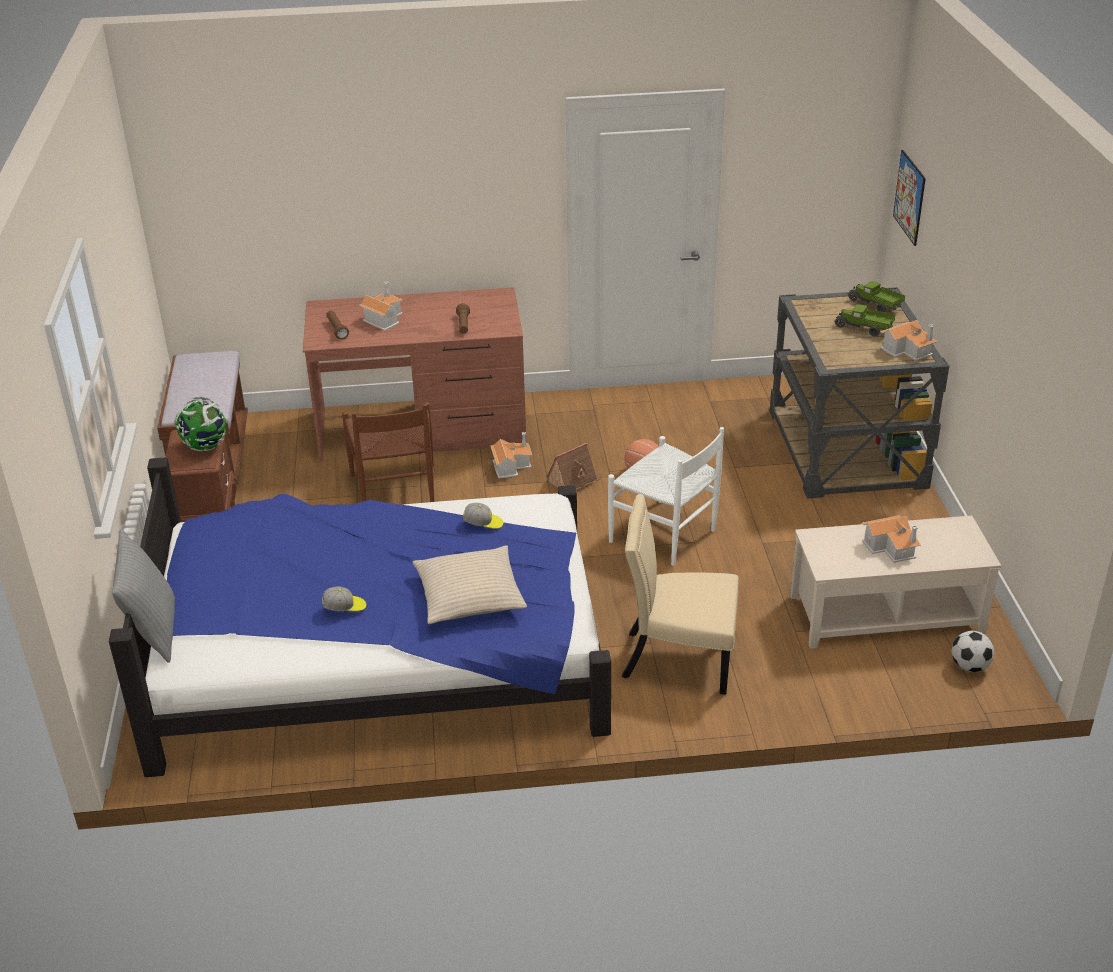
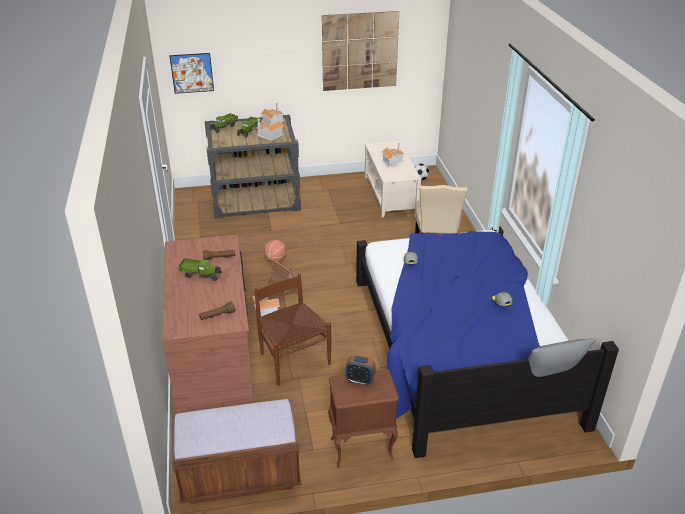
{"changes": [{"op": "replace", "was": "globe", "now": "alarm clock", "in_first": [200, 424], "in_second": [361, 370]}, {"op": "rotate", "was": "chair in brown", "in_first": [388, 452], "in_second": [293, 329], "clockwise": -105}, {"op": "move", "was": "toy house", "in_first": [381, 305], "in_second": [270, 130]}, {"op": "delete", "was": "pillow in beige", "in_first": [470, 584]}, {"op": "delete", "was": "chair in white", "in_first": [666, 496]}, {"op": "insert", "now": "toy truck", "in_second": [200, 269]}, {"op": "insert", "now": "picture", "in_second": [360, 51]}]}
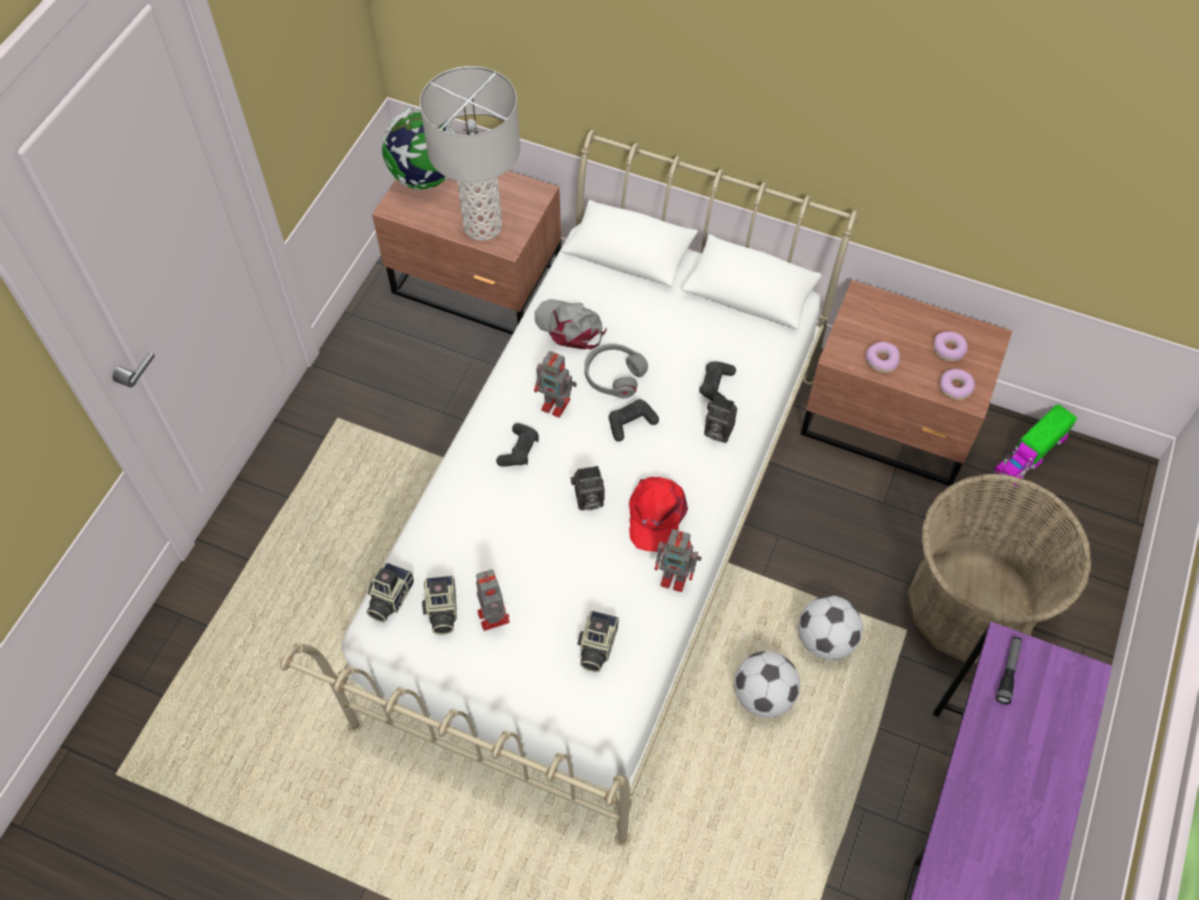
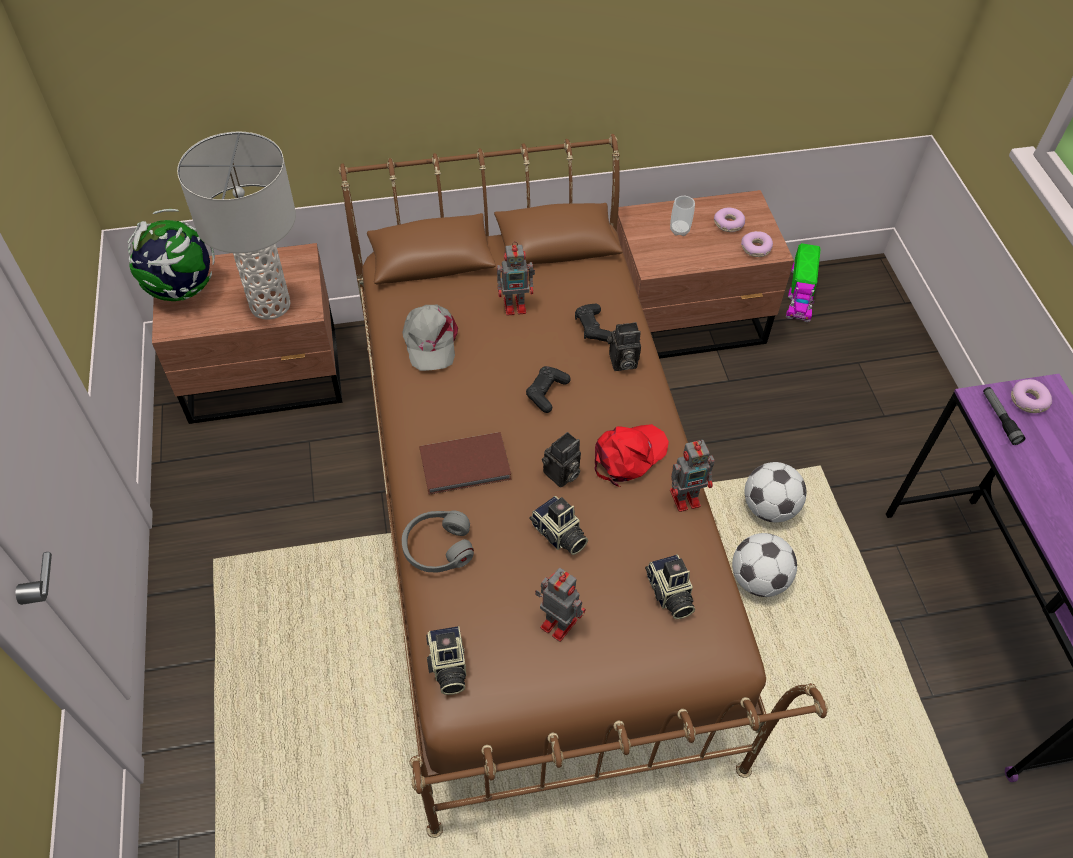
{"changes": [{"op": "recolor", "was": "bed in white", "now": "bed in brown", "in_first": [569, 488], "in_second": [583, 486]}, {"op": "move", "was": "photo camera", "in_first": [439, 605], "in_second": [558, 525]}, {"op": "replace", "was": "game controller in black", "now": "book in brown", "in_first": [517, 445], "in_second": [465, 463]}, {"op": "move", "was": "toy robot", "in_first": [555, 384], "in_second": [516, 278]}, {"op": "rotate", "was": "cap in grey", "in_first": [571, 324], "in_second": [430, 338], "clockwise": -105}, {"op": "move", "was": "headphones in grey", "in_first": [616, 371], "in_second": [438, 541]}, {"op": "rotate", "was": "cap in red", "in_first": [658, 514], "in_second": [631, 455], "clockwise": -105}, {"op": "move", "was": "donut", "in_first": [882, 357], "in_second": [1031, 396]}, {"op": "delete", "was": "basket", "in_first": [1000, 568]}, {"op": "insert", "now": "cup", "in_second": [682, 216]}]}
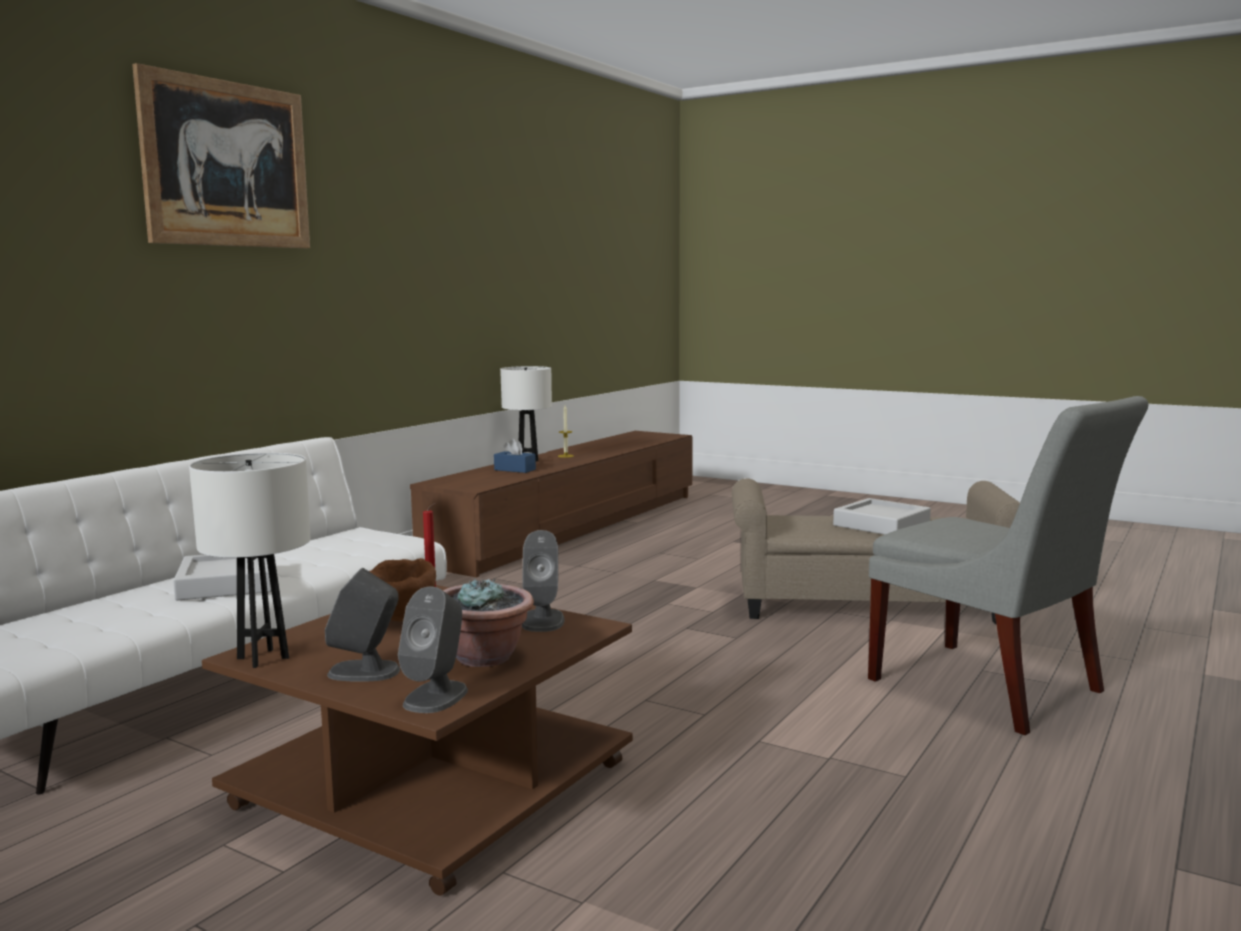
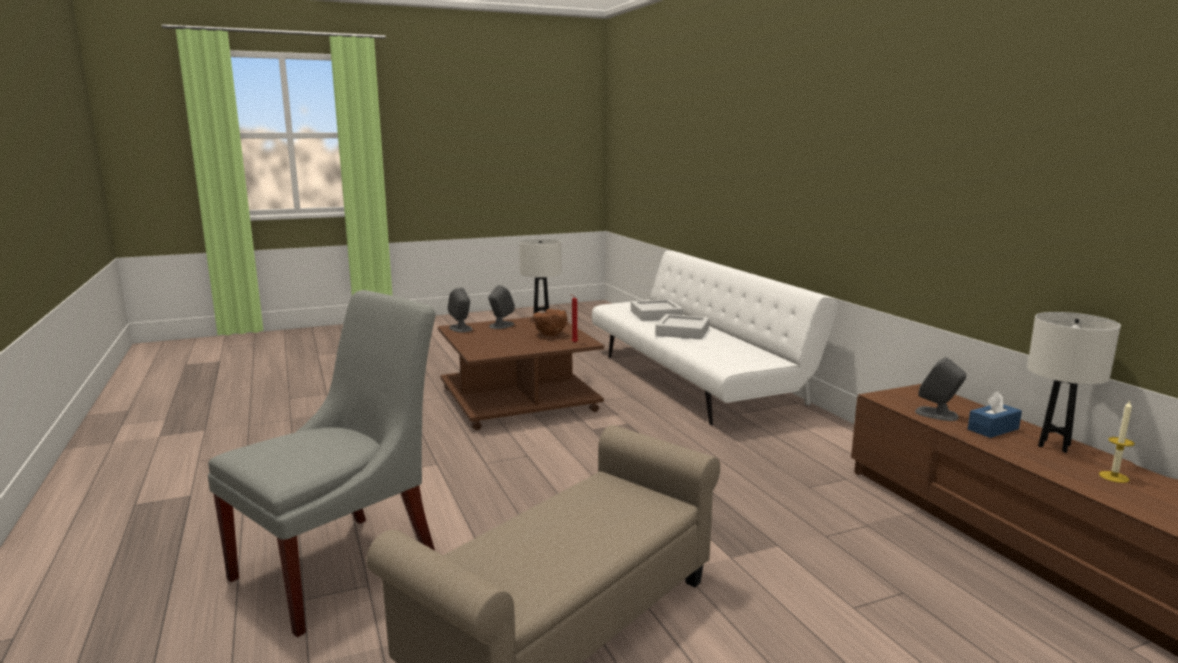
{"changes": [{"op": "delete", "was": "picture", "in_first": [221, 155]}, {"op": "delete", "was": "potted plant", "in_first": [488, 622]}, {"op": "move", "was": "speaker in grey", "in_first": [543, 581], "in_second": [940, 389]}, {"op": "move", "was": "tray in grey", "in_first": [882, 516], "in_second": [657, 310]}, {"op": "rotate", "was": "chair in grey", "in_first": [1008, 565], "in_second": [322, 463], "clockwise": 135}]}
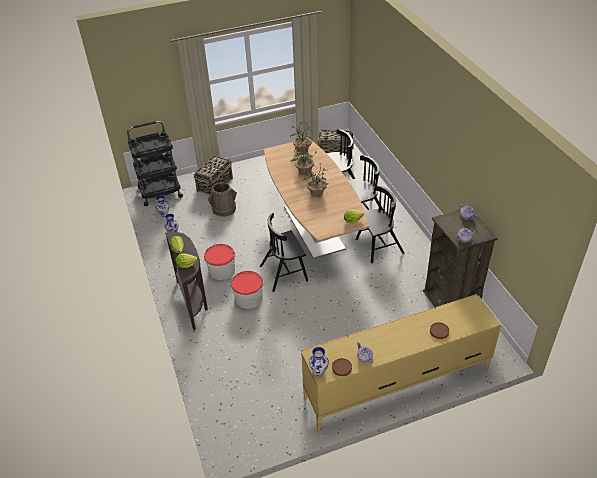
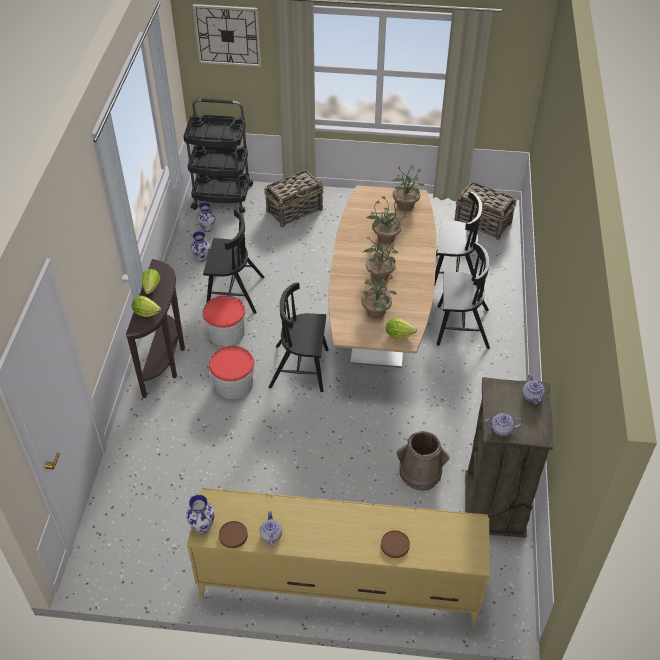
{"changes": [{"op": "move", "was": "bucket in brown", "in_first": [222, 200], "in_second": [423, 461]}, {"op": "move", "was": "chair in black", "in_first": [380, 224], "in_second": [234, 262]}, {"op": "insert", "now": "wall clock", "in_second": [227, 35]}, {"op": "insert", "now": "potted plant", "in_second": [379, 293]}]}
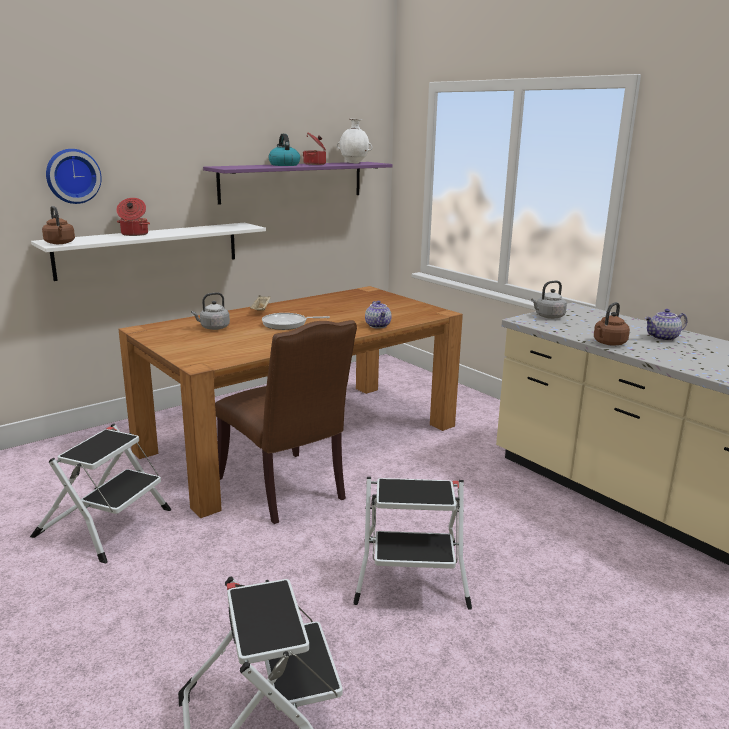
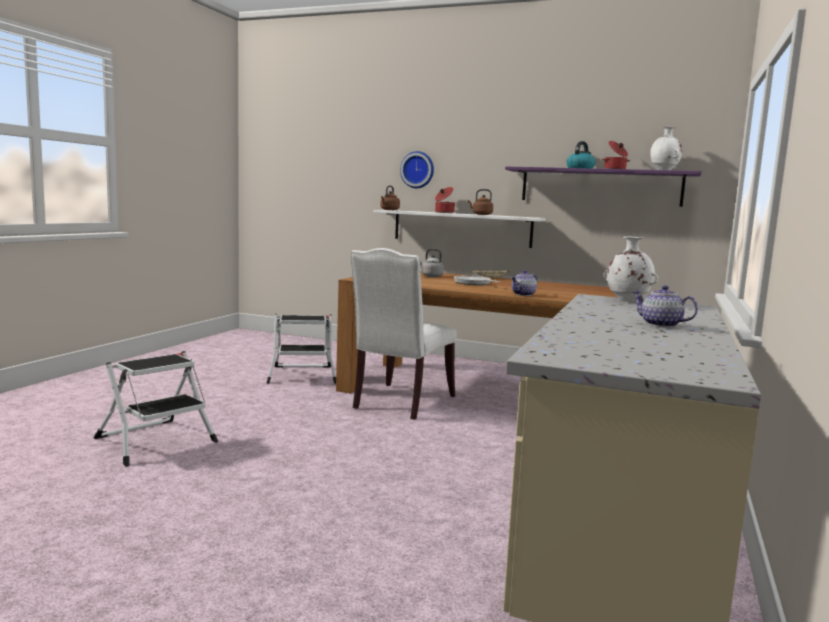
{"changes": [{"op": "recolor", "was": "chair in brown", "now": "chair in white", "in_first": [286, 422], "in_second": [404, 334]}, {"op": "delete", "was": "step ladder", "in_first": [413, 543]}, {"op": "replace", "was": "kettle in grey", "now": "vase in white", "in_first": [549, 300], "in_second": [630, 269]}, {"op": "move", "was": "kettle in brown", "in_first": [612, 324], "in_second": [480, 202]}]}
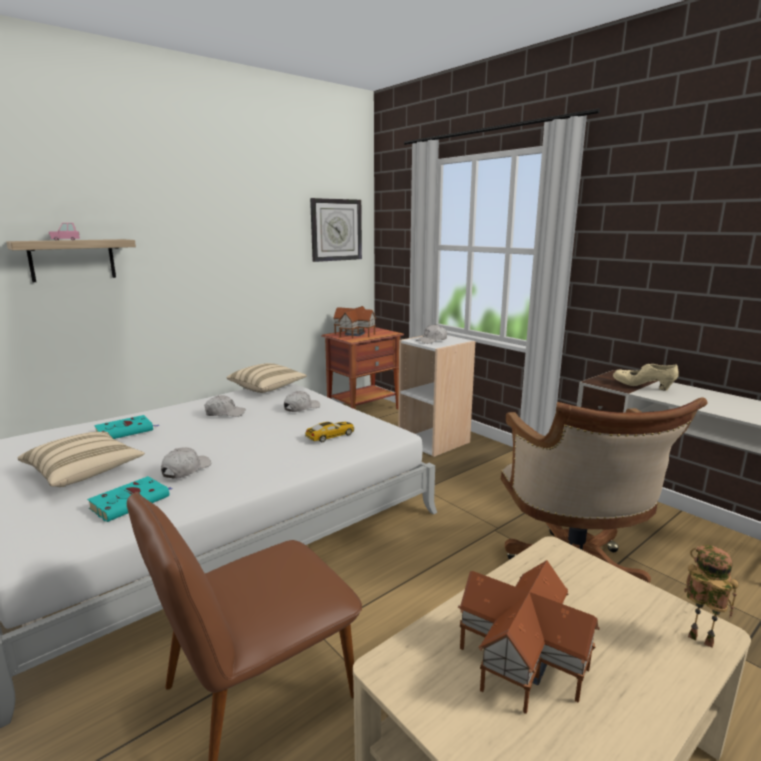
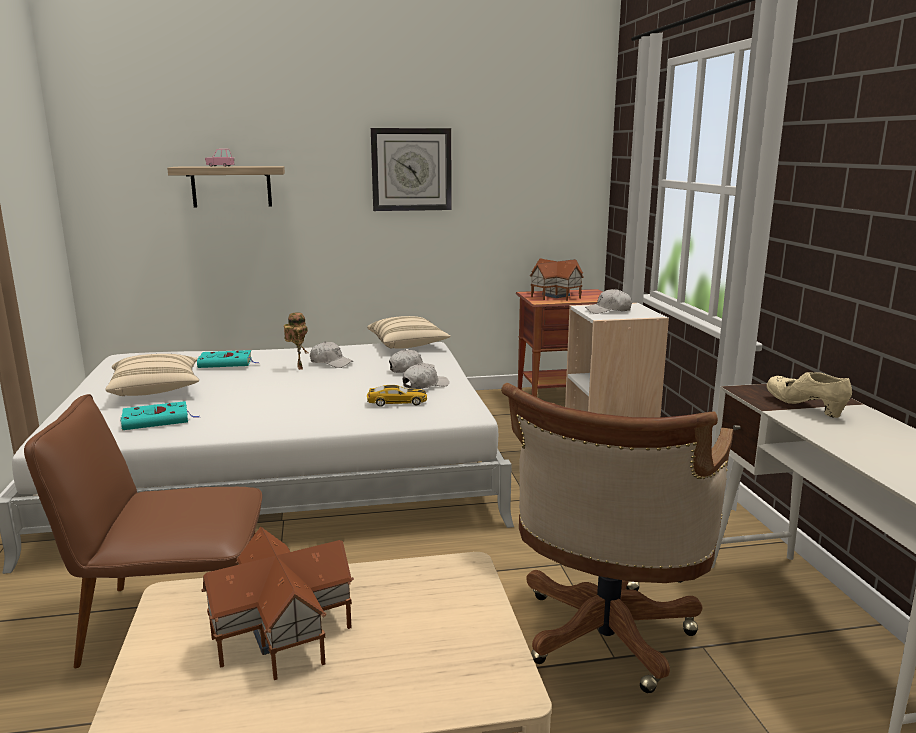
{"changes": [{"op": "move", "was": "cap in white", "in_first": [186, 463], "in_second": [426, 376]}, {"op": "move", "was": "wall clock", "in_first": [336, 230], "in_second": [411, 169]}, {"op": "move", "was": "toy robot", "in_first": [711, 596], "in_second": [296, 341]}]}
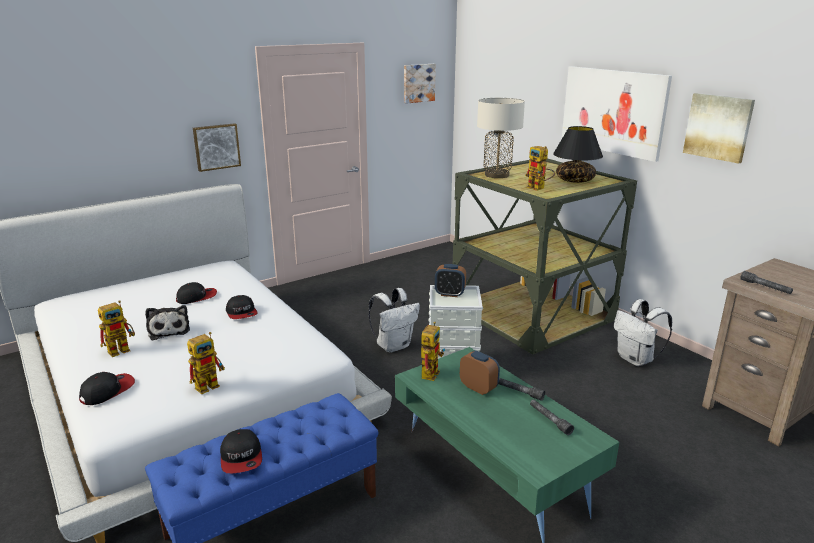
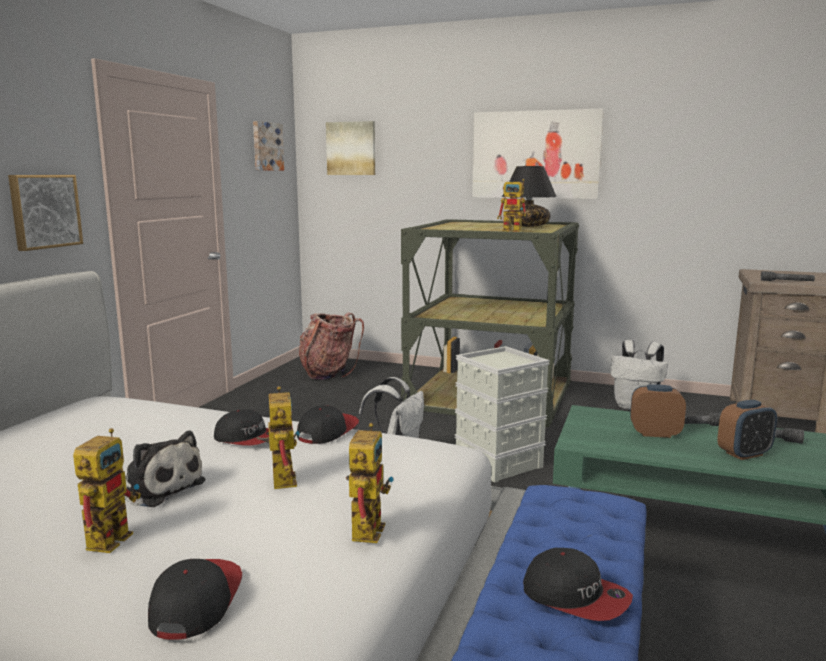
{"changes": [{"op": "move", "was": "cap", "in_first": [196, 293], "in_second": [328, 424]}, {"op": "move", "was": "toy robot", "in_first": [433, 351], "in_second": [278, 437]}, {"op": "move", "was": "alarm clock", "in_first": [450, 280], "in_second": [747, 430]}, {"op": "delete", "was": "table lamp", "in_first": [501, 138]}, {"op": "move", "was": "picture", "in_first": [719, 128], "in_second": [350, 148]}, {"op": "insert", "now": "backpack", "in_second": [331, 346]}]}
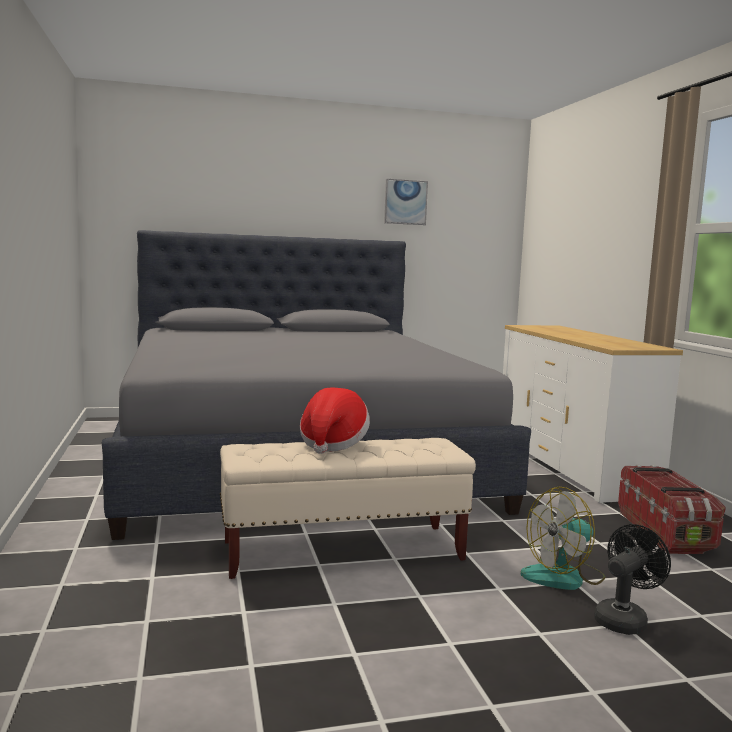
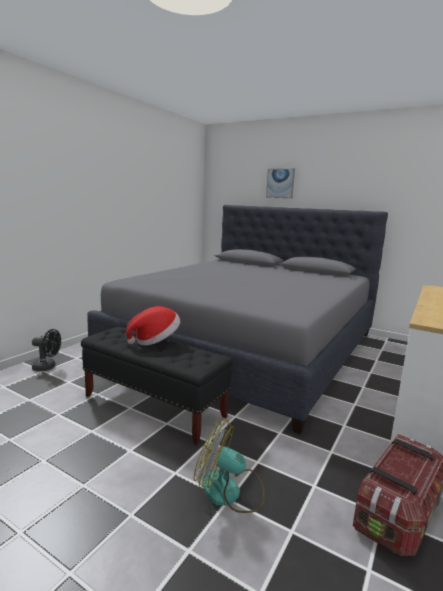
{"changes": [{"op": "recolor", "was": "bench in beige", "now": "bench in black", "in_first": [348, 508], "in_second": [157, 386]}, {"op": "move", "was": "picture", "in_first": [406, 202], "in_second": [280, 183]}, {"op": "move", "was": "fan in black", "in_first": [632, 579], "in_second": [46, 350]}]}
